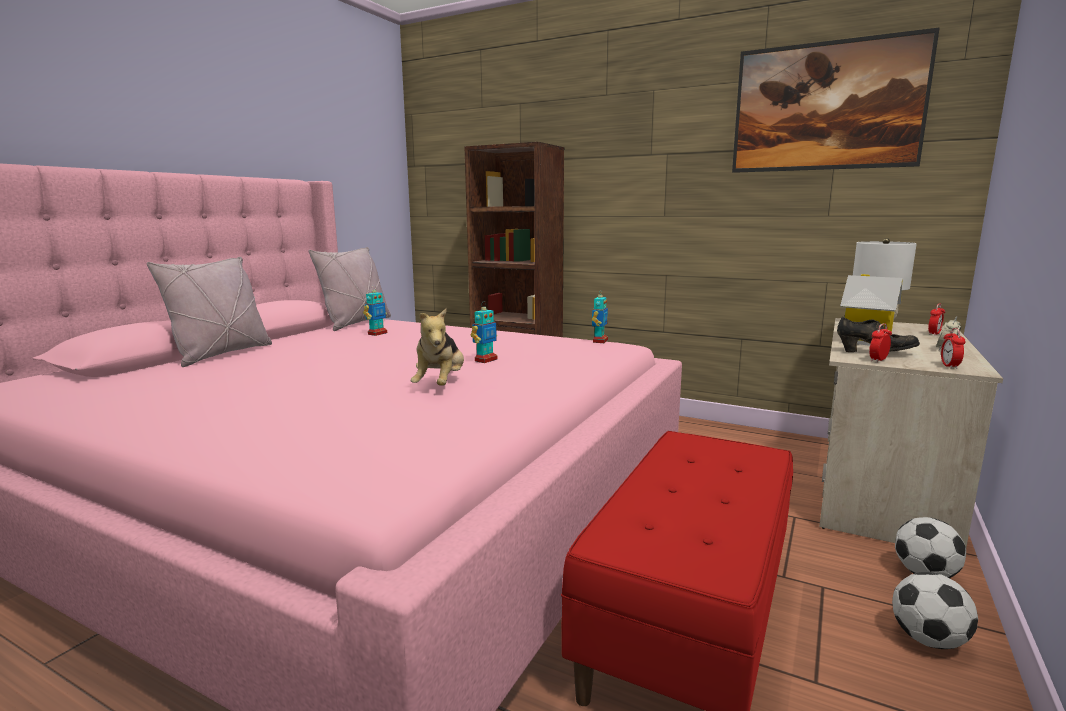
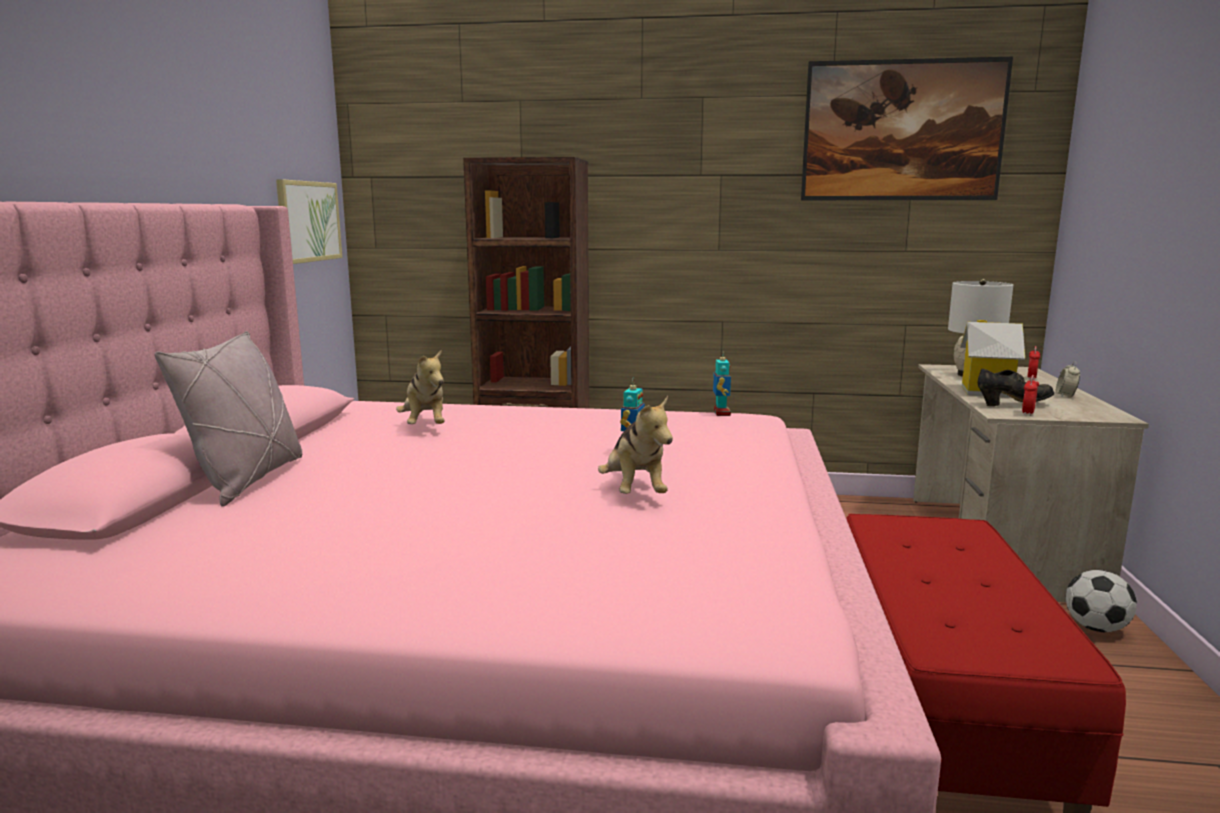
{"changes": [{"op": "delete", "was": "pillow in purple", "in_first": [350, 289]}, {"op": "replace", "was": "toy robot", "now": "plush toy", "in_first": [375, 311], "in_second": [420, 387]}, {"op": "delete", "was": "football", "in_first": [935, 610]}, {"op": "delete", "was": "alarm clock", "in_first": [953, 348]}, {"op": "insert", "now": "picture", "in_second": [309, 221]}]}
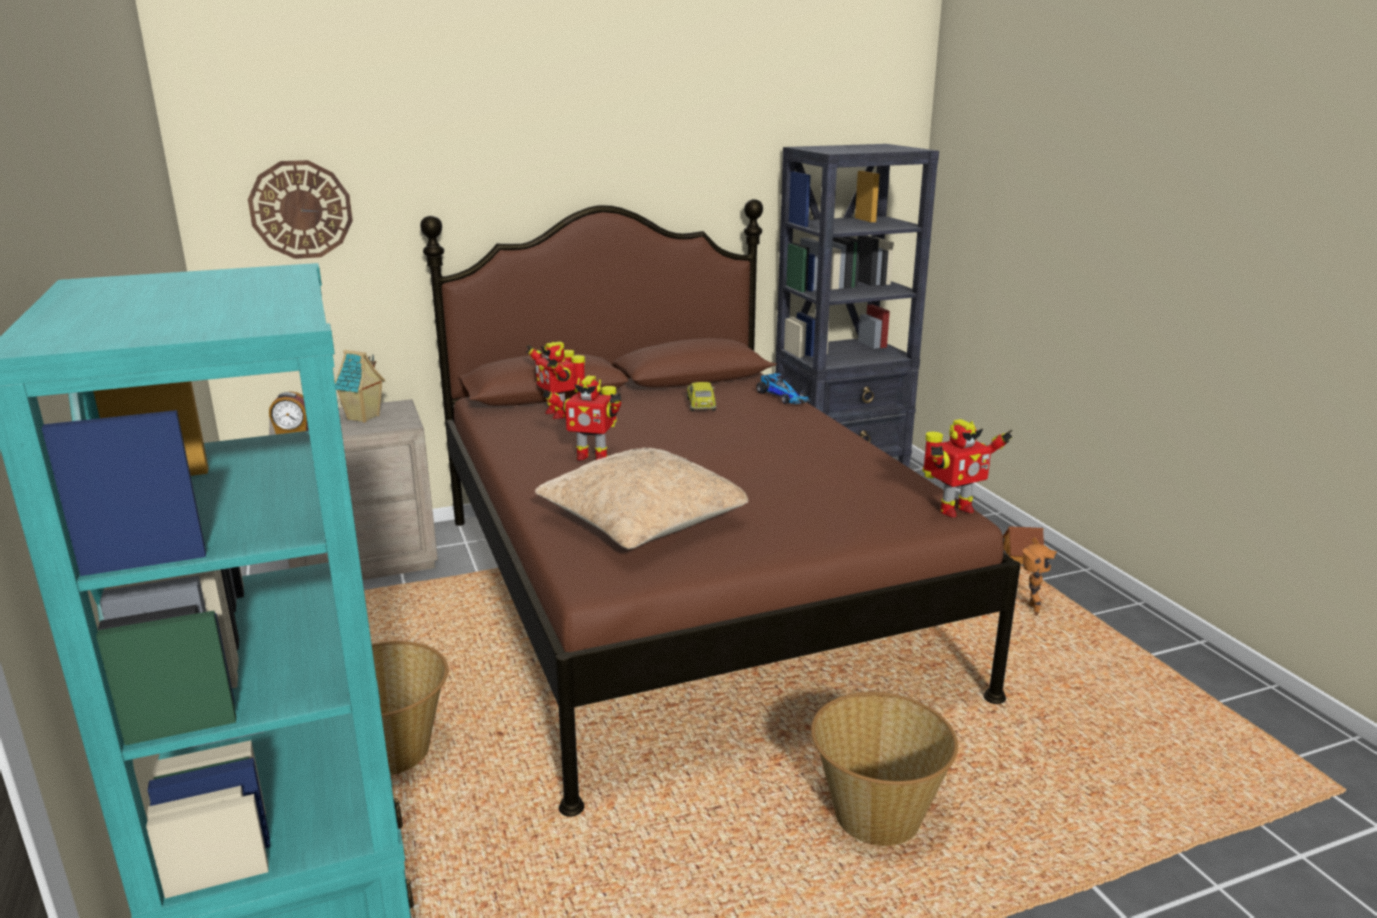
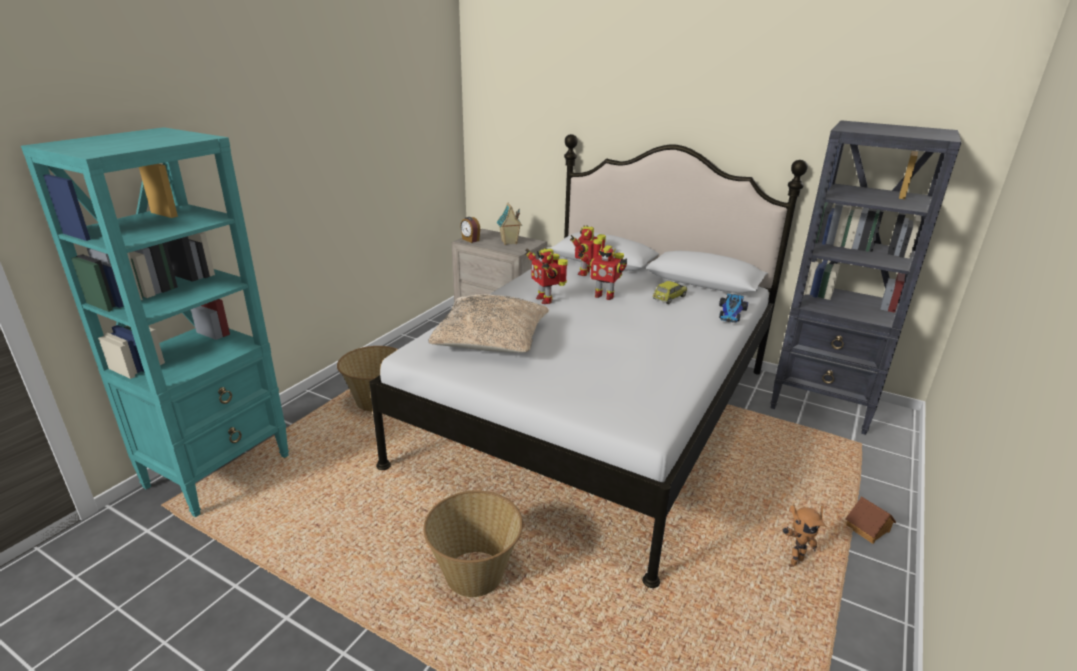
{"changes": [{"op": "delete", "was": "wall clock", "in_first": [300, 209]}, {"op": "recolor", "was": "bed in brown", "now": "bed in white", "in_first": [720, 508], "in_second": [588, 361]}, {"op": "move", "was": "toy robot", "in_first": [967, 468], "in_second": [602, 272]}]}
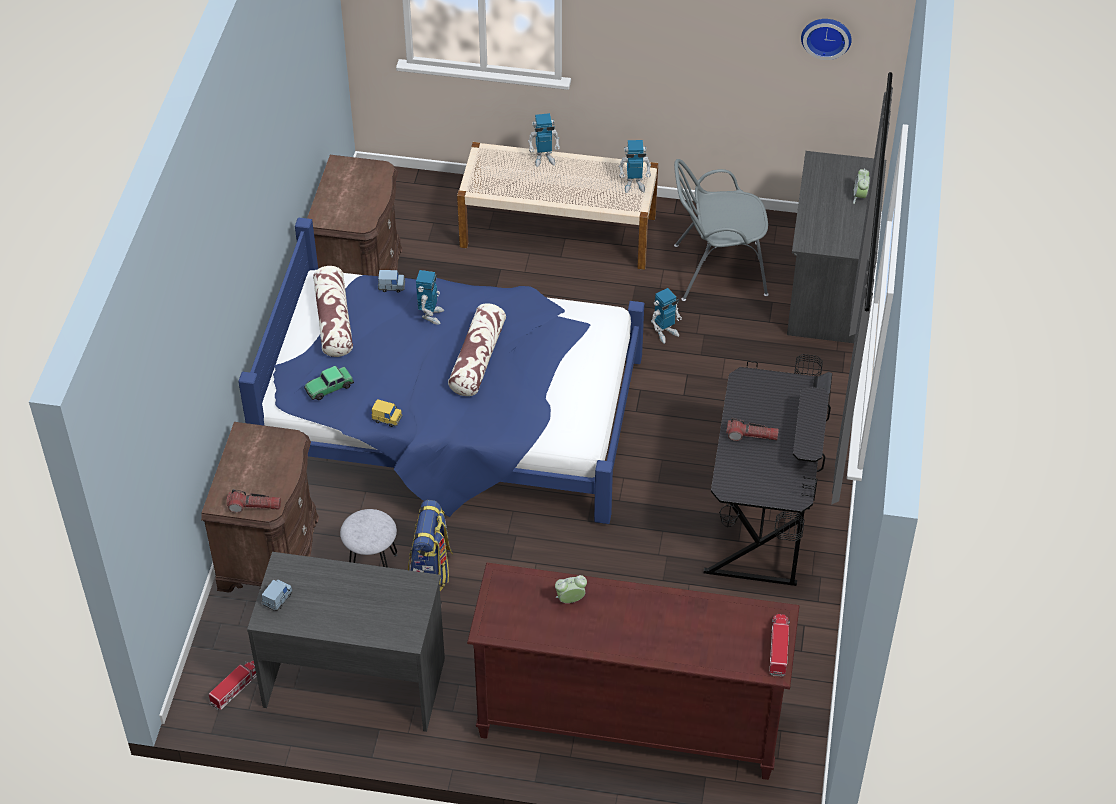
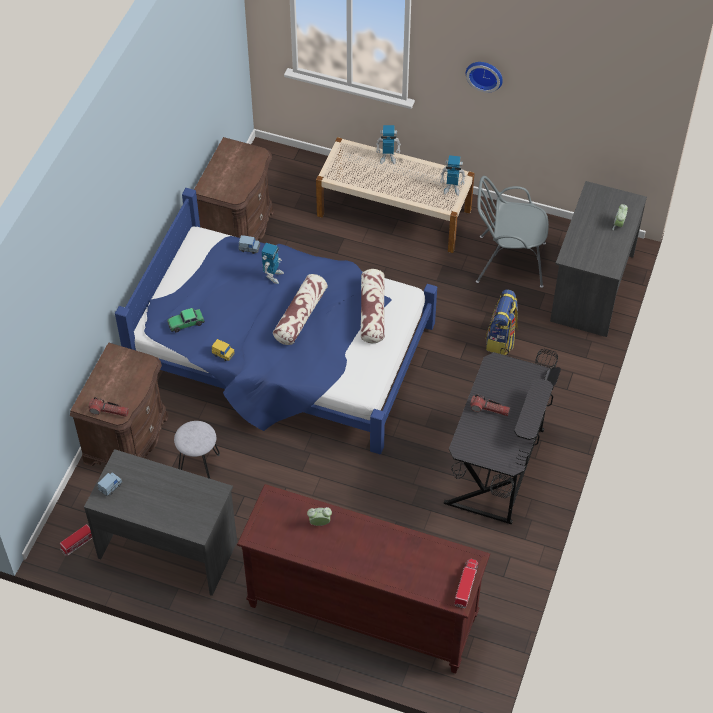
{"changes": [{"op": "move", "was": "pillow", "in_first": [333, 311], "in_second": [372, 306]}, {"op": "move", "was": "backpack", "in_first": [431, 545], "in_second": [501, 322]}, {"op": "delete", "was": "toy robot", "in_first": [666, 316]}, {"op": "move", "was": "wall clock", "in_first": [826, 39], "in_second": [484, 77]}]}
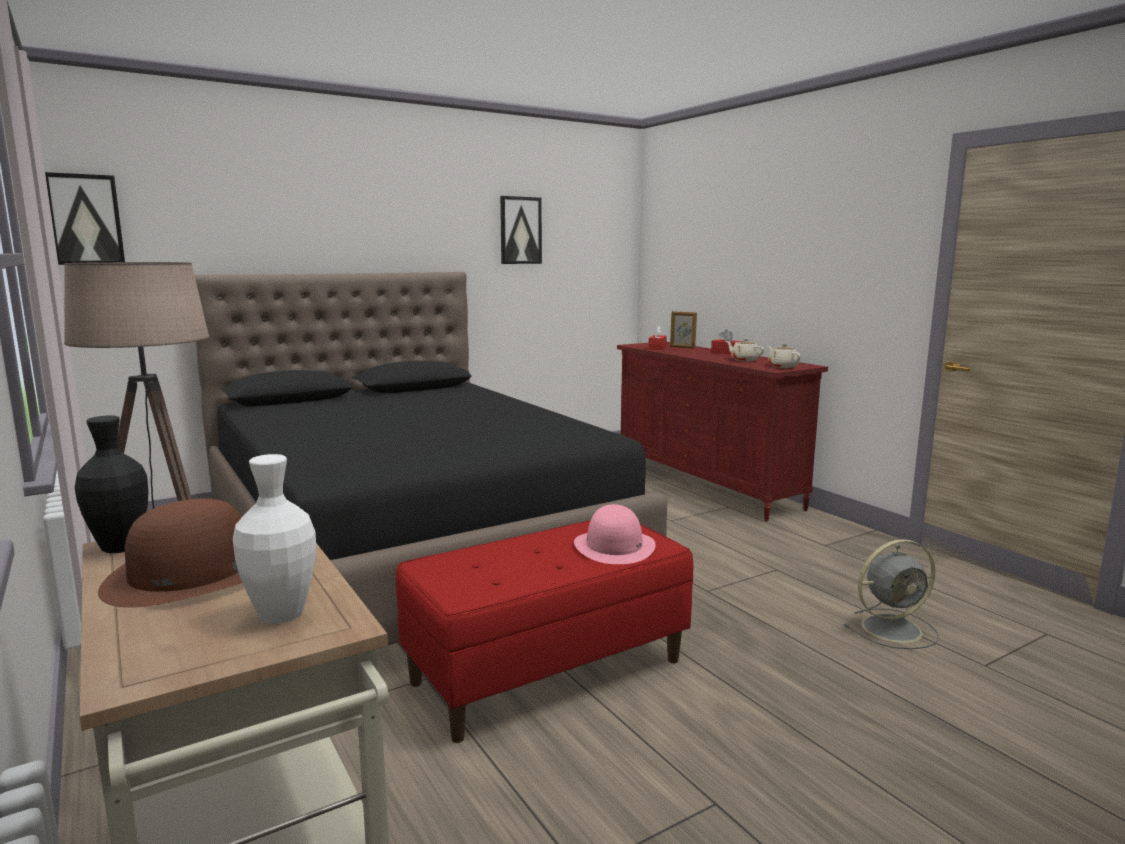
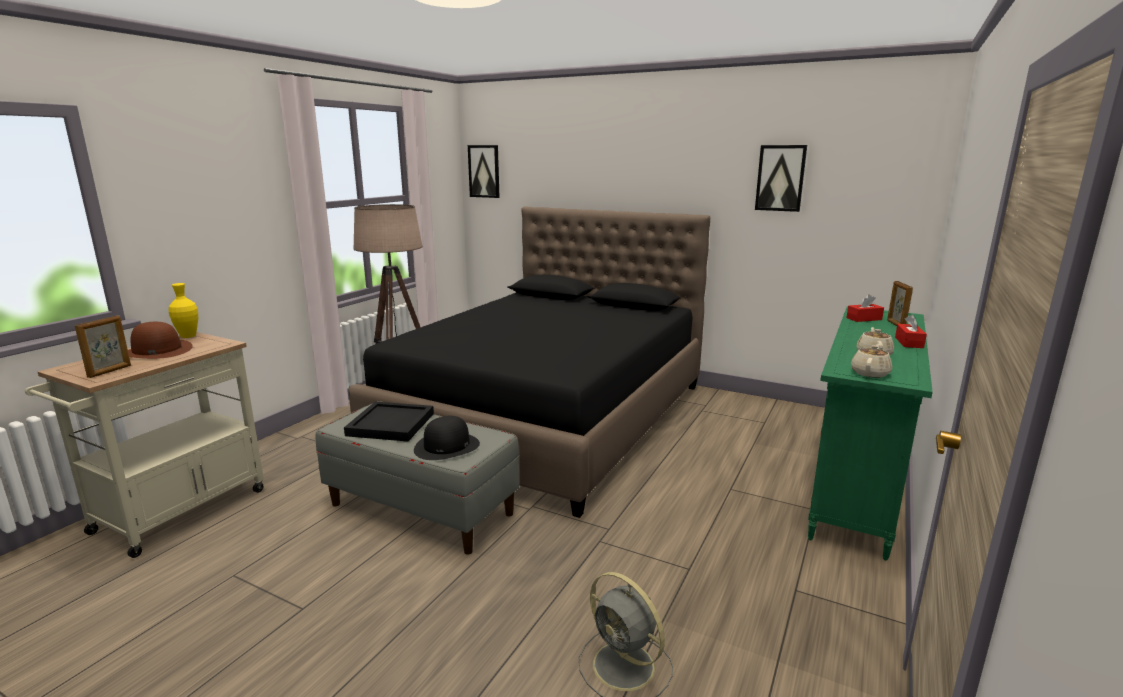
{"changes": [{"op": "recolor", "was": "vase in black", "now": "vase in yellow", "in_first": [112, 484], "in_second": [183, 310]}, {"op": "replace", "was": "vase in white", "now": "picture frame", "in_first": [274, 539], "in_second": [103, 347]}, {"op": "recolor", "was": "bench in red", "now": "bench in grey", "in_first": [544, 631], "in_second": [417, 478]}, {"op": "recolor", "was": "hat in pink", "now": "hat in black", "in_first": [615, 534], "in_second": [447, 438]}, {"op": "recolor", "was": "dresser in red", "now": "dresser in green", "in_first": [722, 432], "in_second": [870, 434]}, {"op": "insert", "now": "tray in black", "in_second": [389, 422]}]}
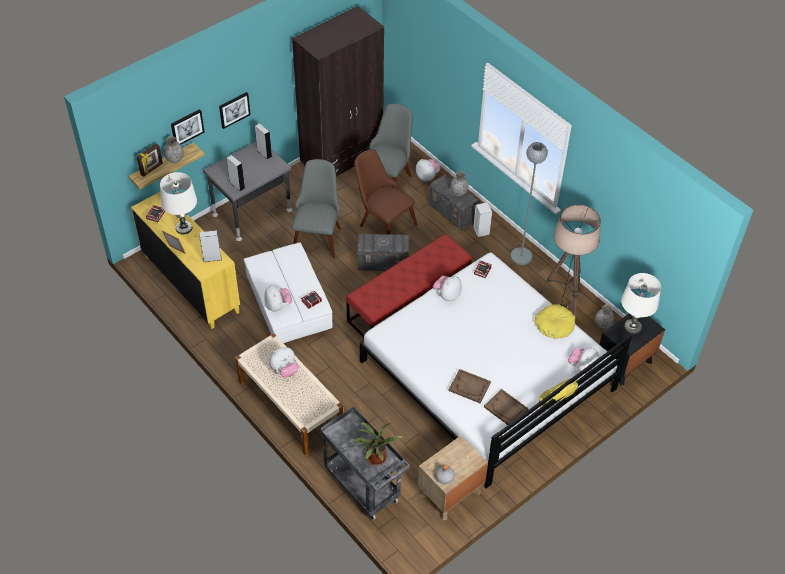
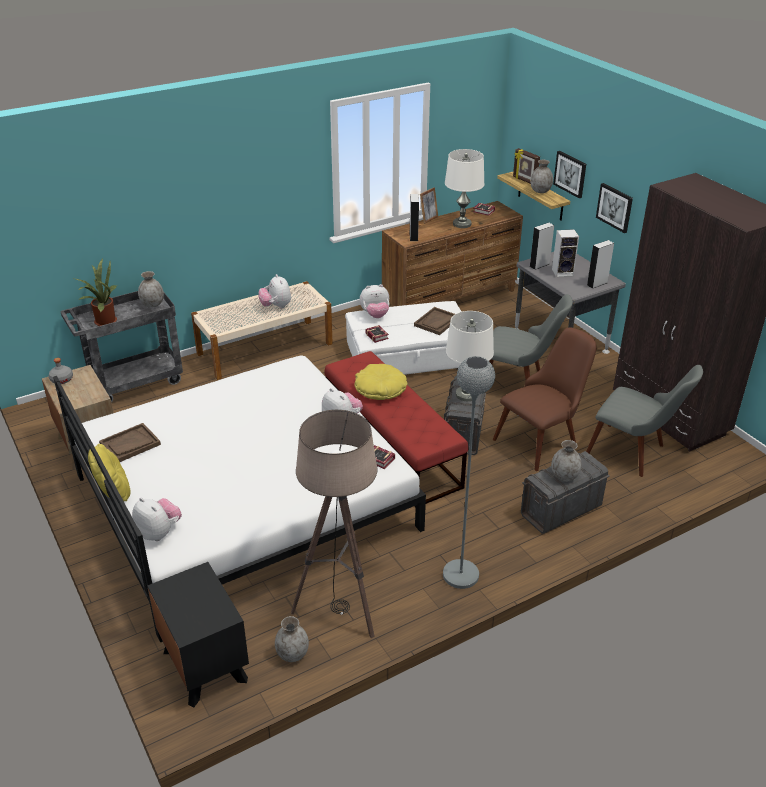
{"changes": [{"op": "recolor", "was": "dresser in yellow", "now": "dresser in brown", "in_first": [185, 260], "in_second": [452, 254]}, {"op": "delete", "was": "plush toy", "in_first": [428, 170]}, {"op": "move", "was": "tray in brown", "in_first": [469, 386], "in_second": [434, 321]}, {"op": "move", "was": "speaker", "in_first": [482, 219], "in_second": [565, 253]}, {"op": "move", "was": "pillow in yellow", "in_first": [555, 321], "in_second": [381, 382]}, {"op": "move", "was": "table lamp in white", "in_first": [641, 303], "in_second": [470, 356]}, {"op": "insert", "now": "vase in grey", "in_second": [151, 289]}]}
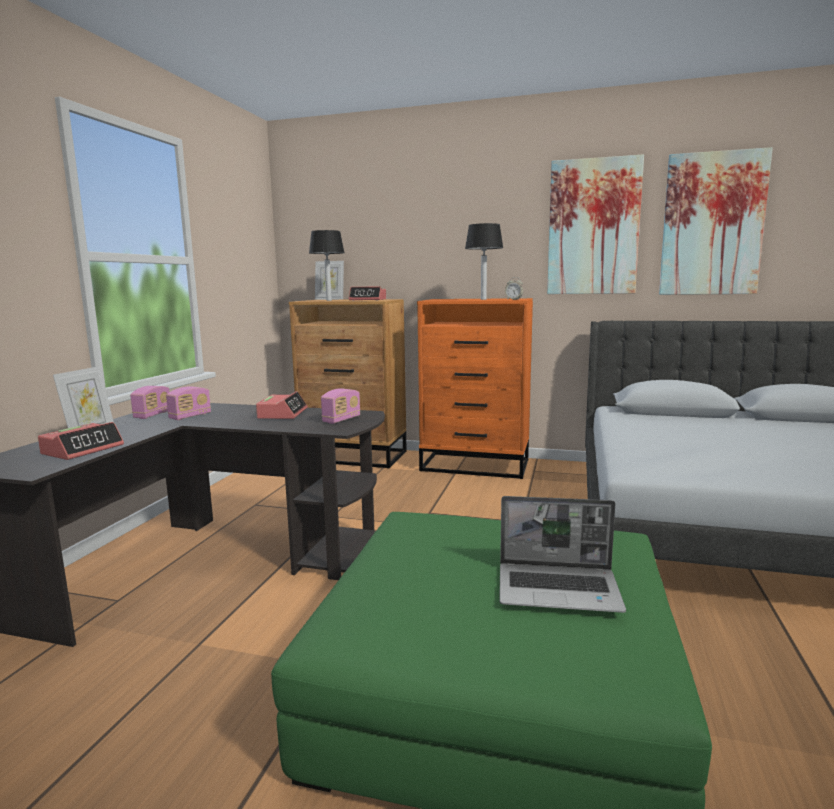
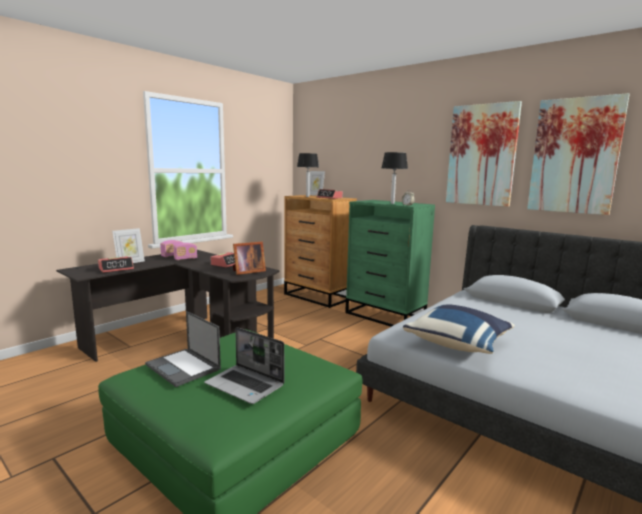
{"changes": [{"op": "replace", "was": "radio", "now": "picture frame", "in_first": [340, 406], "in_second": [249, 258]}, {"op": "recolor", "was": "dresser in orange", "now": "dresser in green", "in_first": [475, 388], "in_second": [390, 263]}, {"op": "insert", "now": "laptop", "in_second": [183, 349]}, {"op": "insert", "now": "pillow in blue", "in_second": [459, 329]}]}
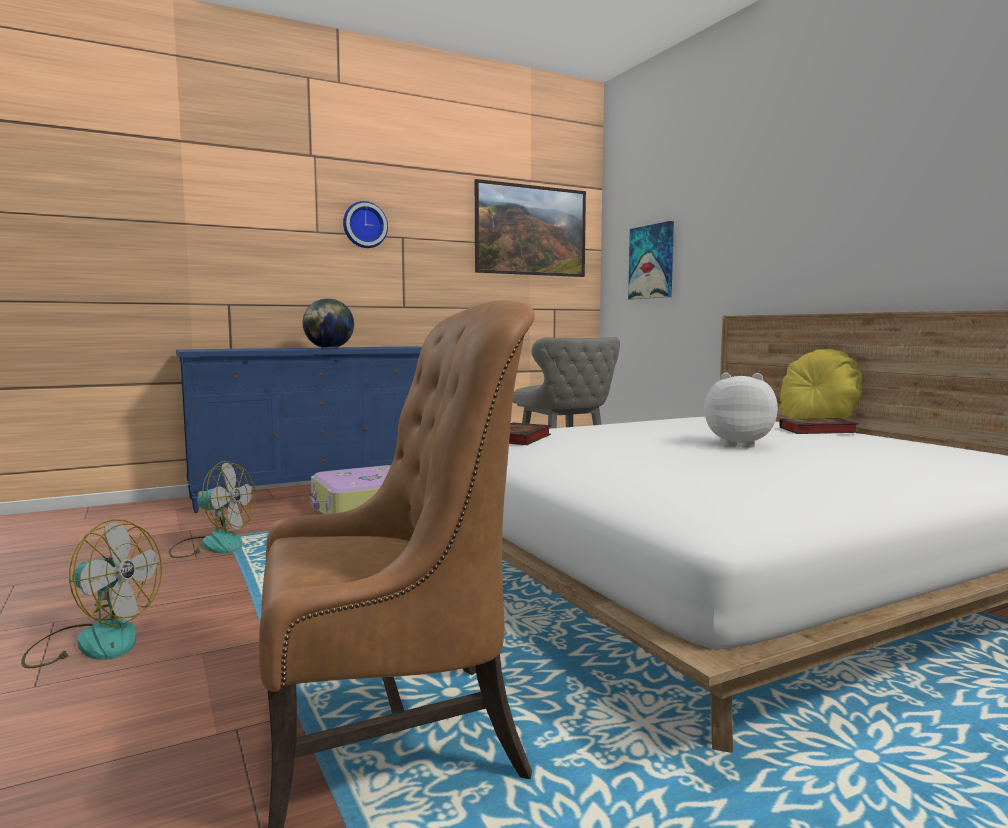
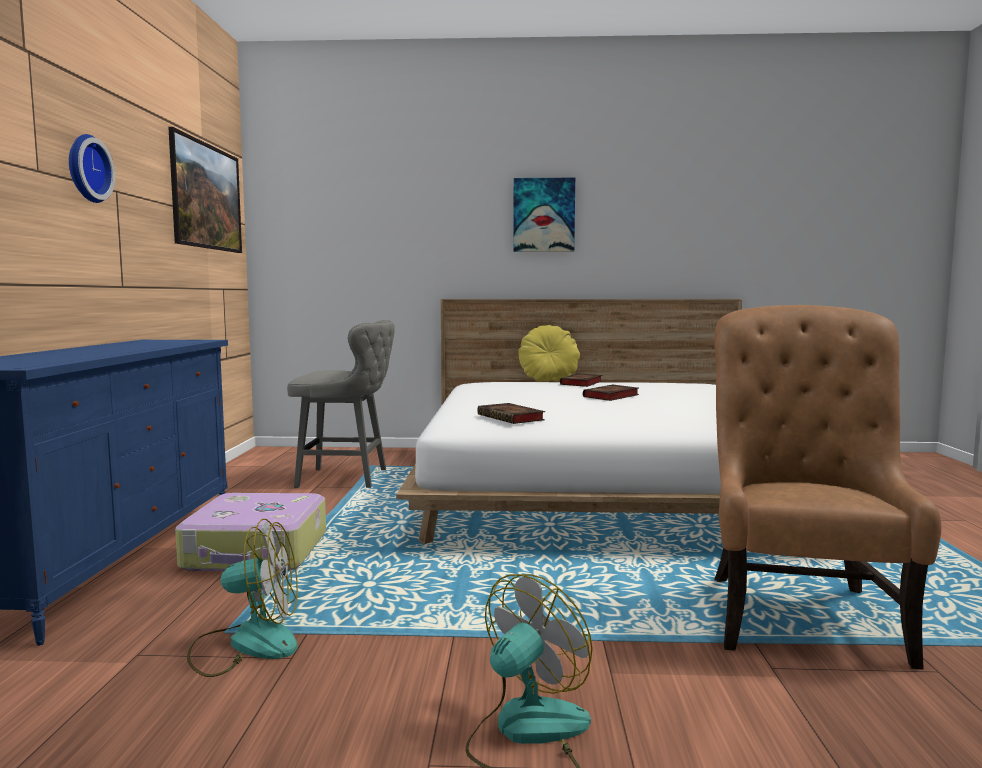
{"changes": [{"op": "rotate", "was": "fan", "in_first": [212, 509], "in_second": [242, 598], "clockwise": 45}, {"op": "delete", "was": "globe", "in_first": [328, 323]}, {"op": "move", "was": "picture", "in_first": [651, 260], "in_second": [544, 215]}, {"op": "replace", "was": "plush toy", "now": "book", "in_first": [741, 410], "in_second": [611, 393]}]}
